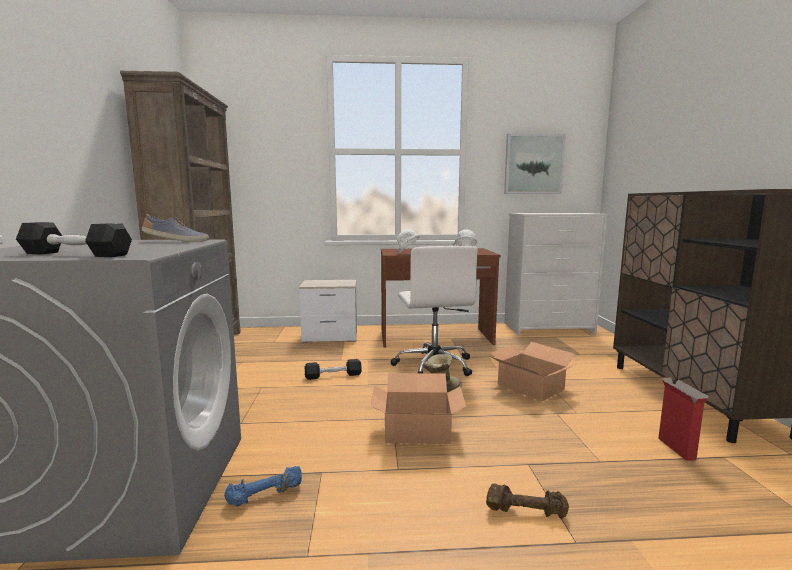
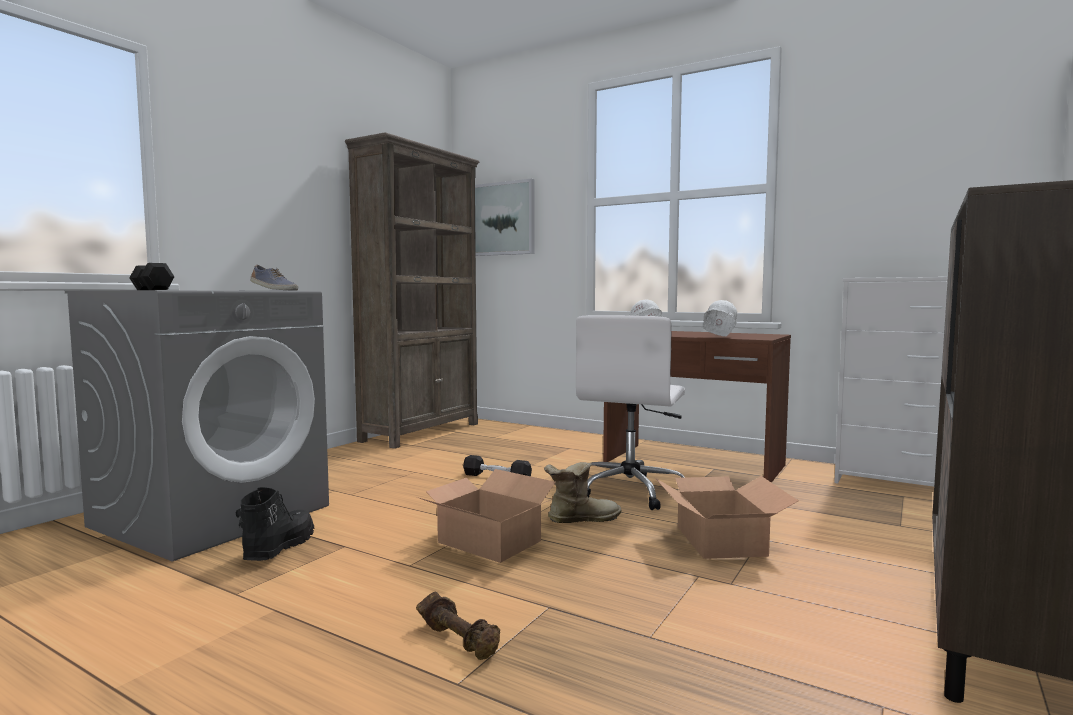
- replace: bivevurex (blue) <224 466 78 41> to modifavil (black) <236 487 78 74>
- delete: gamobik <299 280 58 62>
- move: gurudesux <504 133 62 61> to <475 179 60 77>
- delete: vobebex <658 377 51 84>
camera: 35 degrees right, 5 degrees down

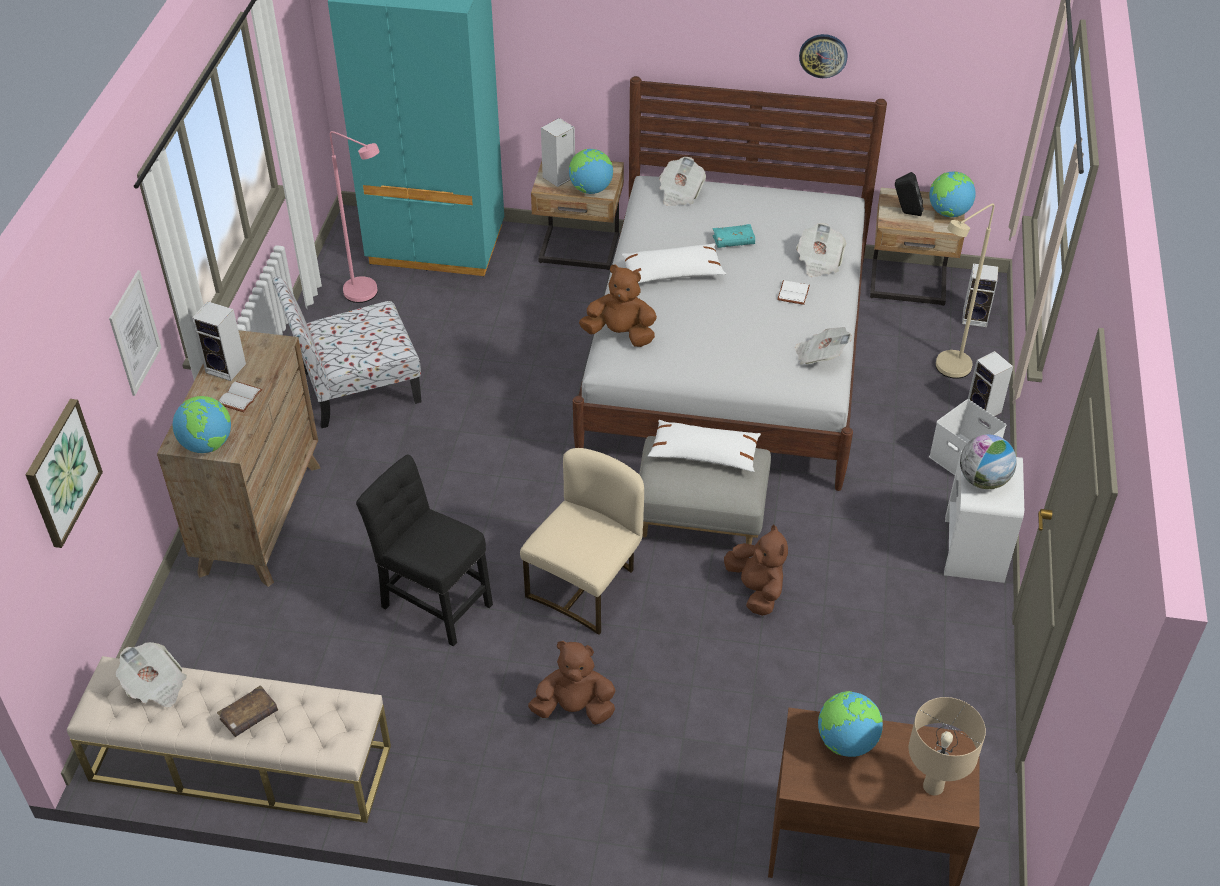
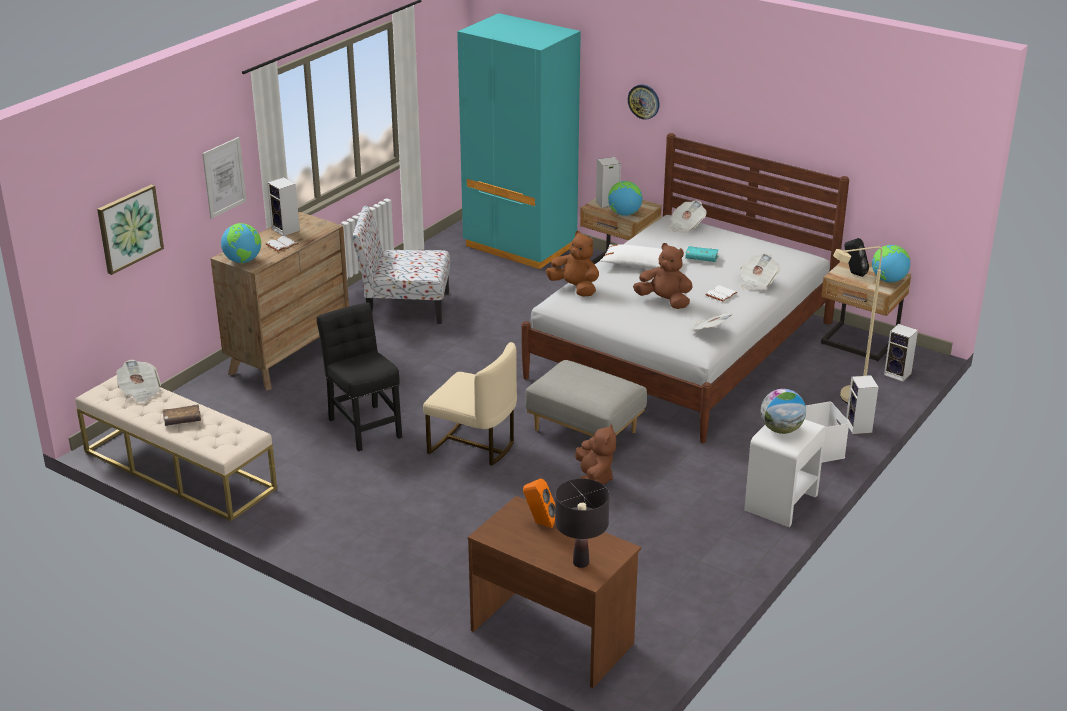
- delete: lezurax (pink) <330 131 50 172>
- rotate: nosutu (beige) <520 448 124 187> = <423 342 94 124> 60 degrees clockwise
- move: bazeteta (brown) <528 641 87 84> to <633 243 60 66>
- delete: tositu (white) <648 420 113 52>
- move: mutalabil <799 34 48 44> to <628 84 32 36>
- replace: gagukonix <818 691 65 66> to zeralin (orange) <523 478 32 50>
- recolor: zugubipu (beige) <909 697 77 99> to zugubipu (black) <555 479 55 89>
camera: 25 degrees right, 15 degrees down

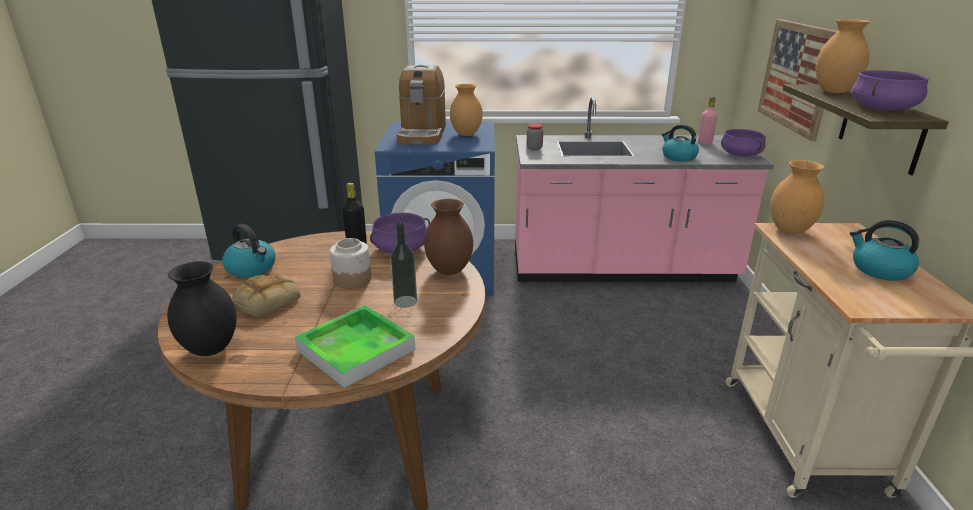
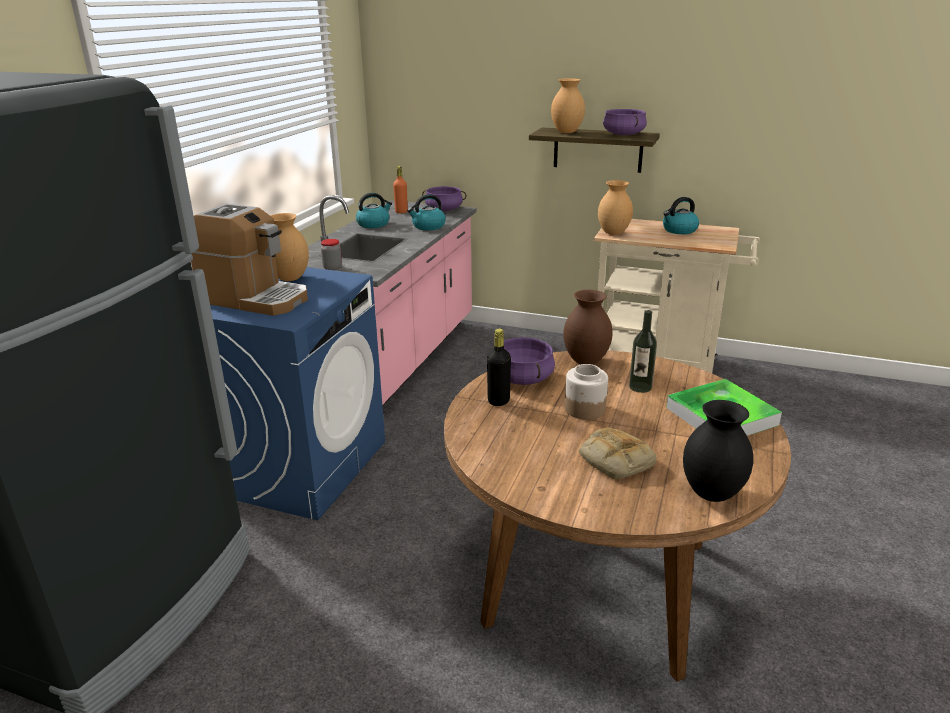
- move: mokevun <222 224 54 54> to <356 193 36 35>
- recolor: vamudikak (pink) <698 97 20 48> to vamudikak (orange) <393 166 15 47>
- delete: gurudesux <758 19 79 122>
camera: 70 degrees left, 0 degrees up

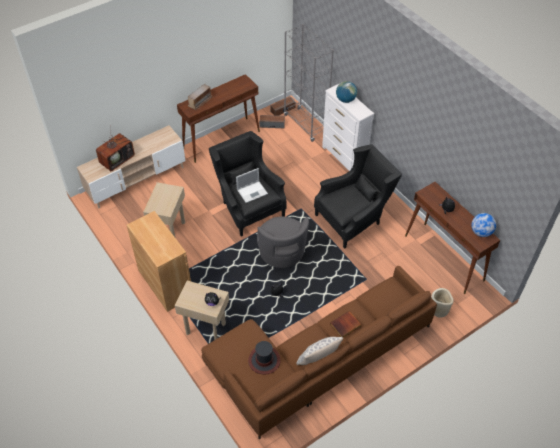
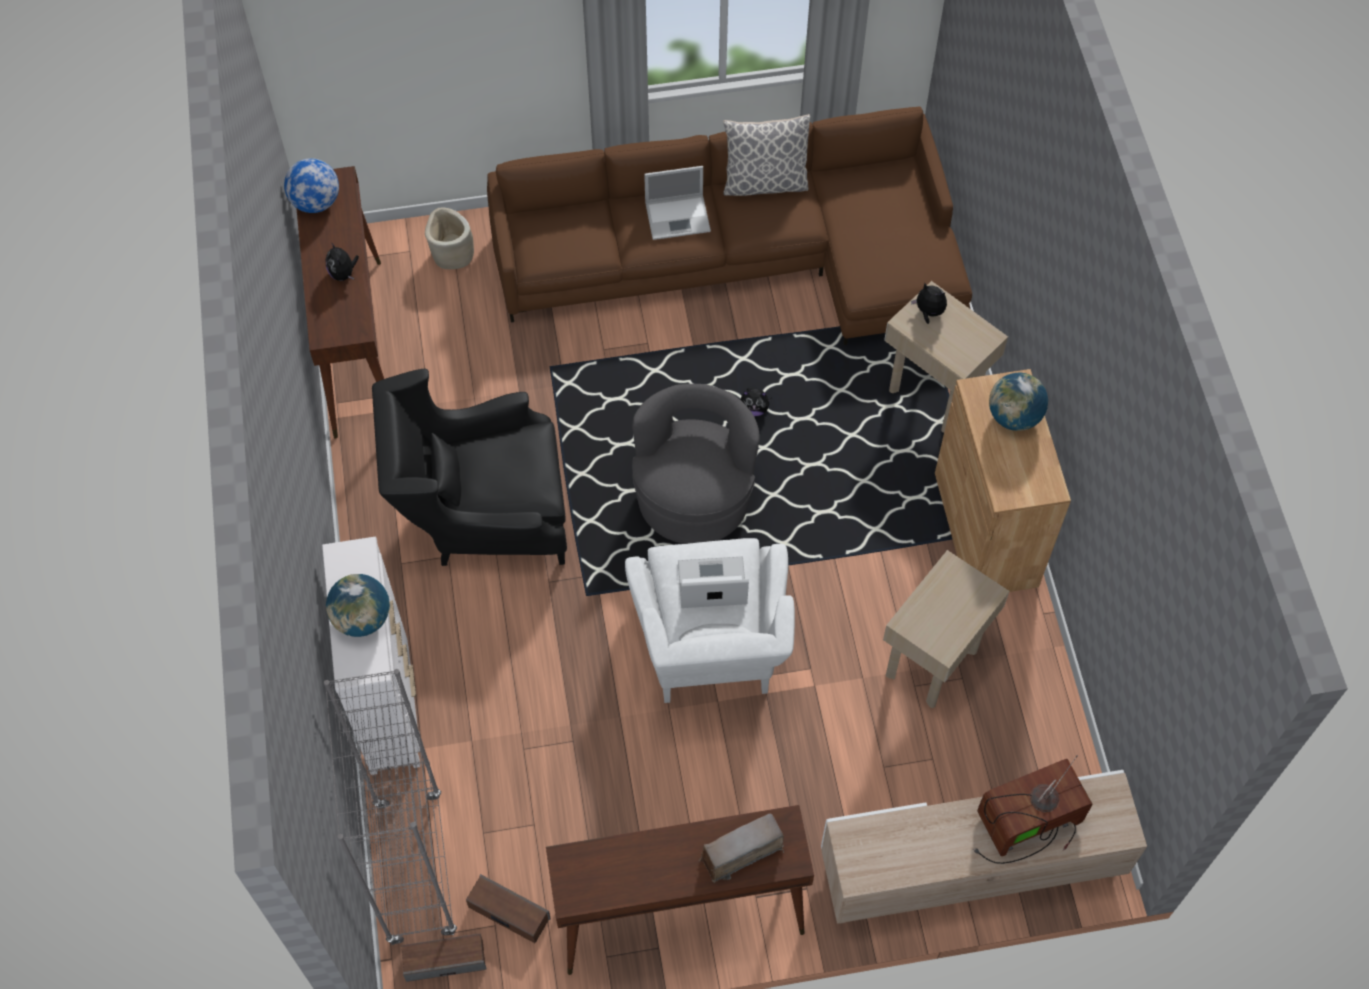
- recolor: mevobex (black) <209 131 78 105> to mevobex (white) <625 538 170 165>
- delete: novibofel <248 341 32 34>
- replace: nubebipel <330 311 32 27> to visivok <644 166 67 74>
- insert: gagukonix <989 373 59 58>
camera: 155 degrees left, 10 degrees up

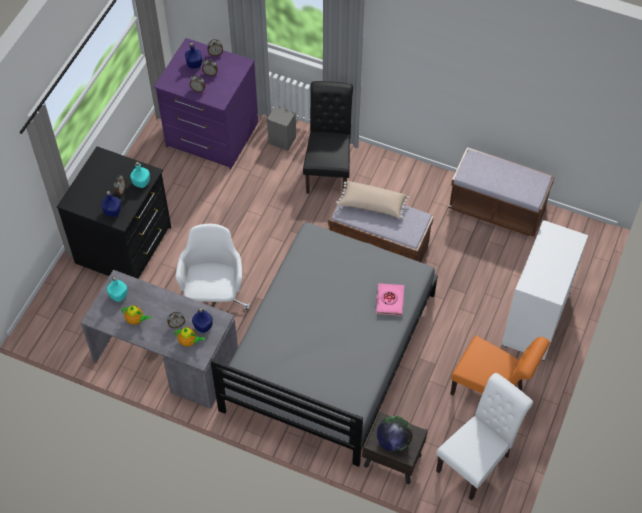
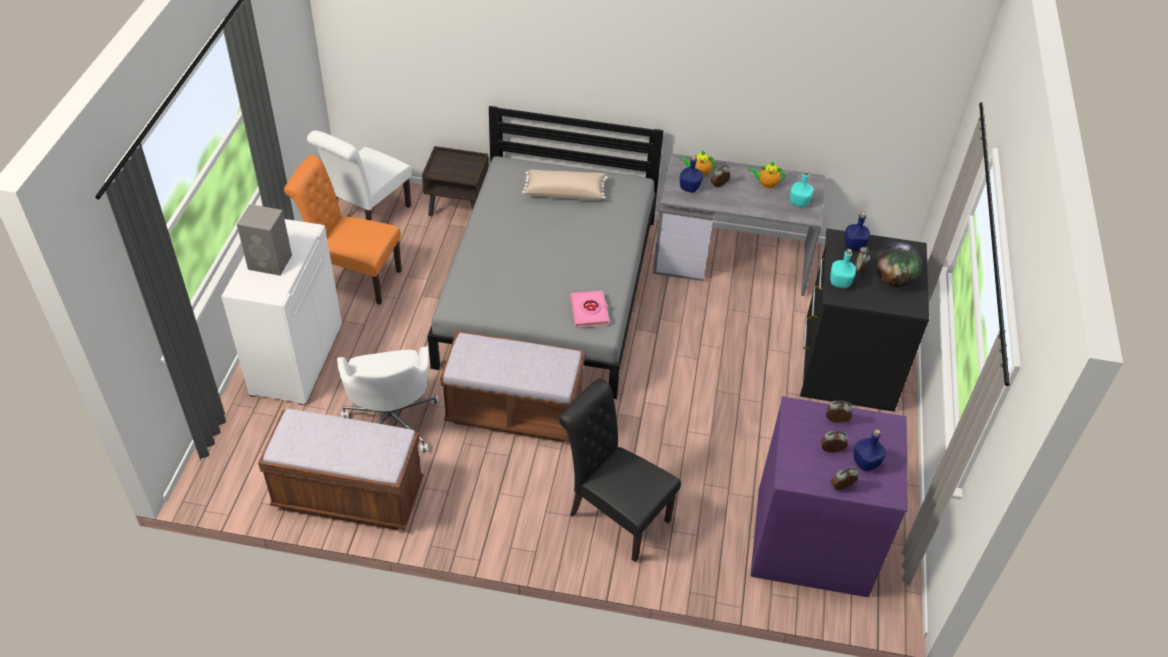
- move: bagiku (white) <176 224 73 86> to <337 346 102 107>
- move: zeralin (grey) <267 106 29 45> to <237 204 55 72>
- rotate: nosutu (black) <303 81 50 113> = <559 378 122 184> 135 degrees clockwise
- move: tositu (beige) <336 181 73 38> to <522 170 86 30>
- move: nubebipel (pink) <376 283 28 33> to <570 291 39 37>
- move: gagukonix <377 416 36 36> to <876 242 47 45>
camera: 165 degrees right, 10 degrees down

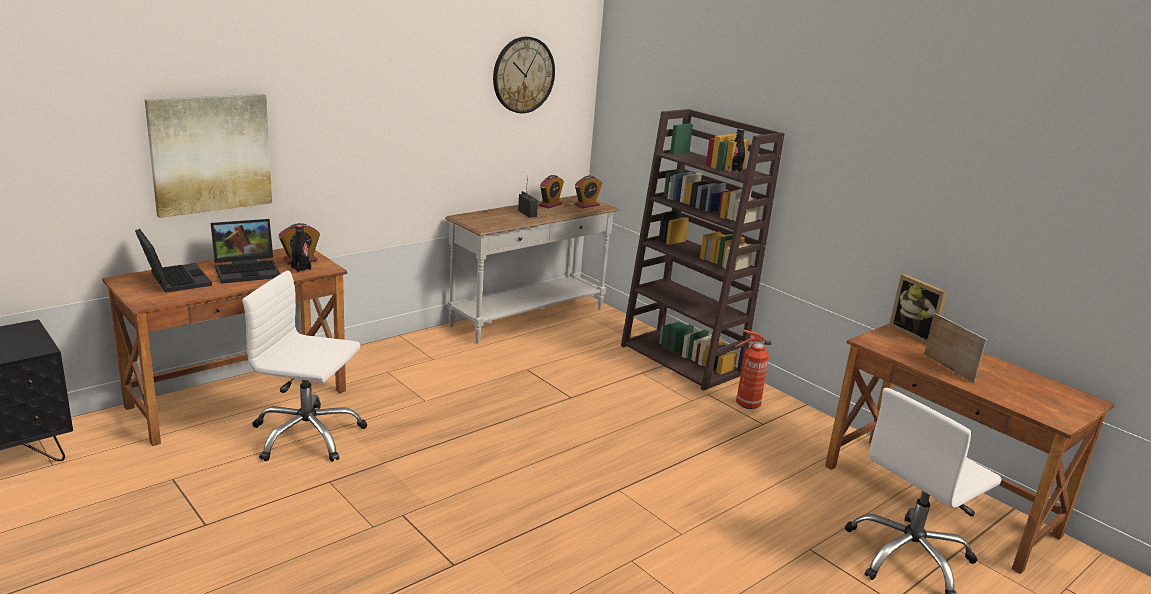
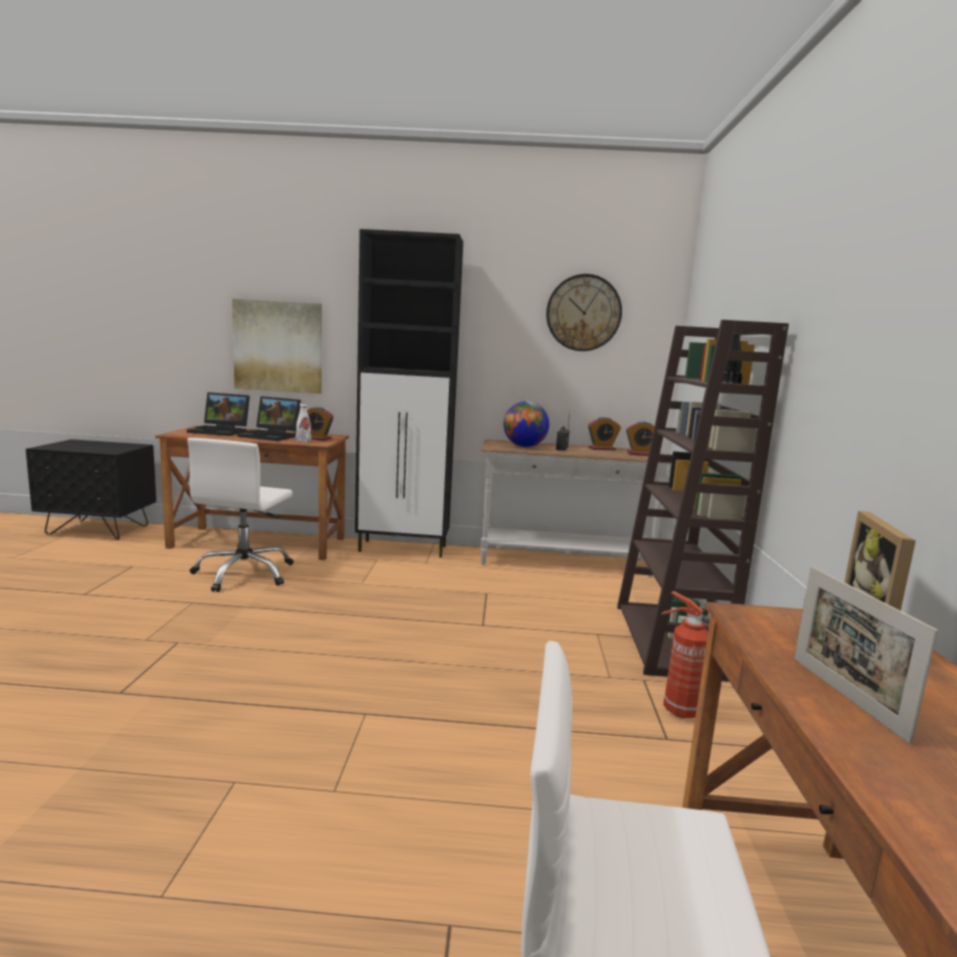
- rotate: visivok <135 229 77 64> = <187 392 63 44> 90 degrees clockwise
- rotate: bagiku (white) <242 270 125 192> = <187 438 107 154> 135 degrees counterclockwise
- recolor: vamudikak (black) <291 225 20 47> to vamudikak (white) <295 403 17 39>
- rotate: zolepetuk <924 313 63 70> = <794 567 144 177> 150 degrees clockwise
- insert: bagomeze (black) <355 229 108 329>
- insert: gagukonix <504 401 45 46>
camera: 45 degrees right, 10 degrees down

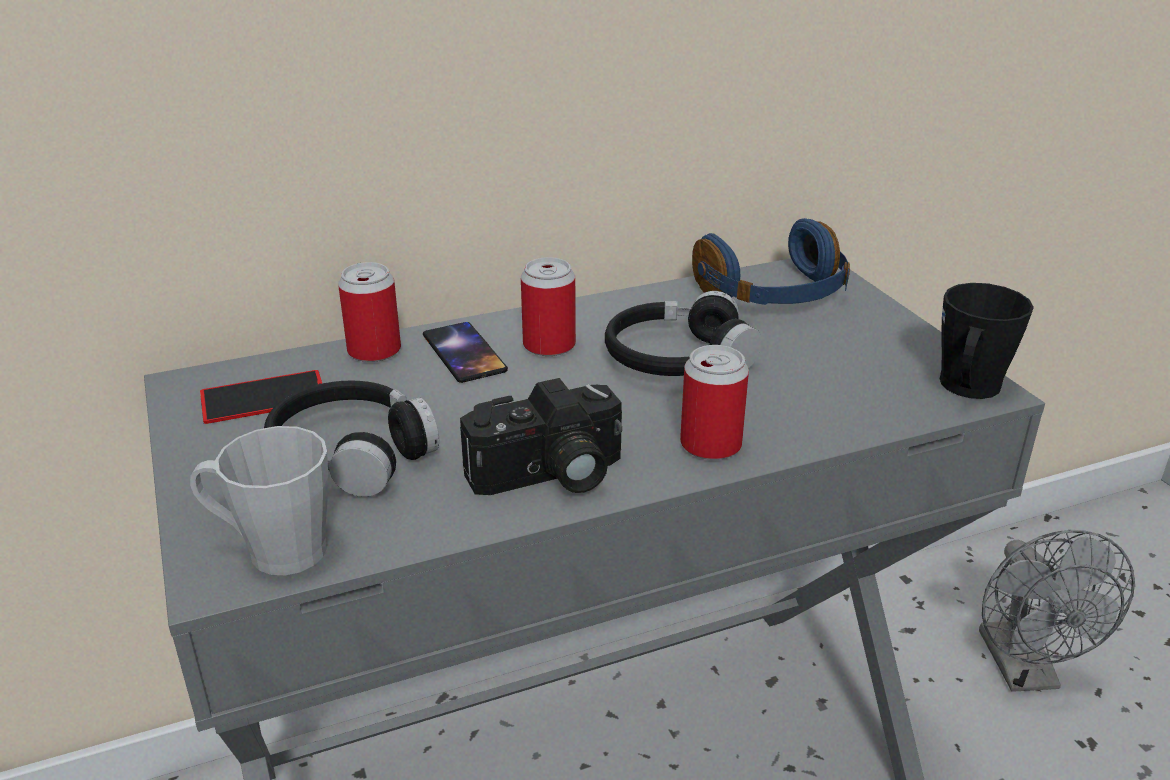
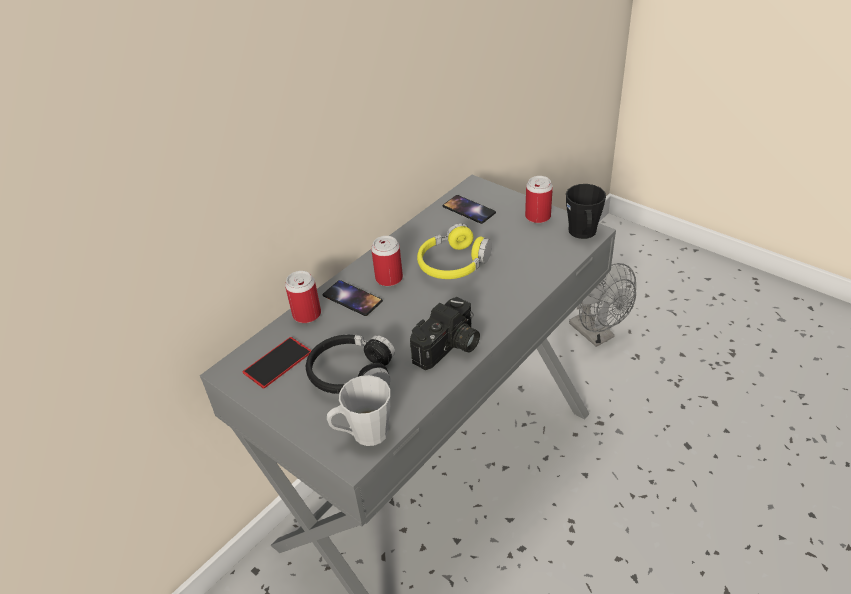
- recolor: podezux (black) <605 291 157 85> to podezux (yellow) <417 223 75 56>
- move: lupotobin <680 345 69 115> to <525 176 28 47>
- replace: podezux (blue) <692 218 158 87> to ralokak <443 195 53 29>
camera: 25 degrees left, 10 degrees up

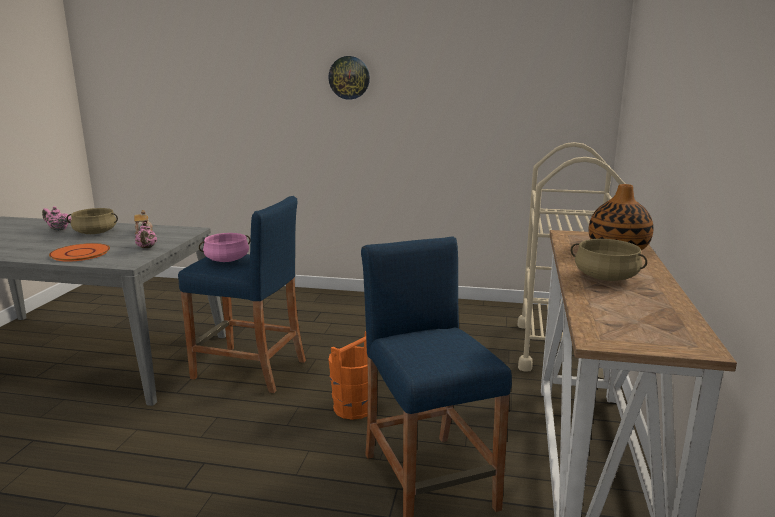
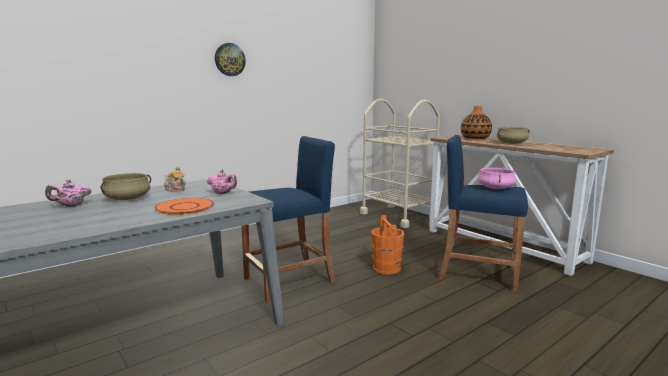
- move: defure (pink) <199 233 51 29> to <478 168 38 21>
camera: 50 degrees left, 5 degrees down

